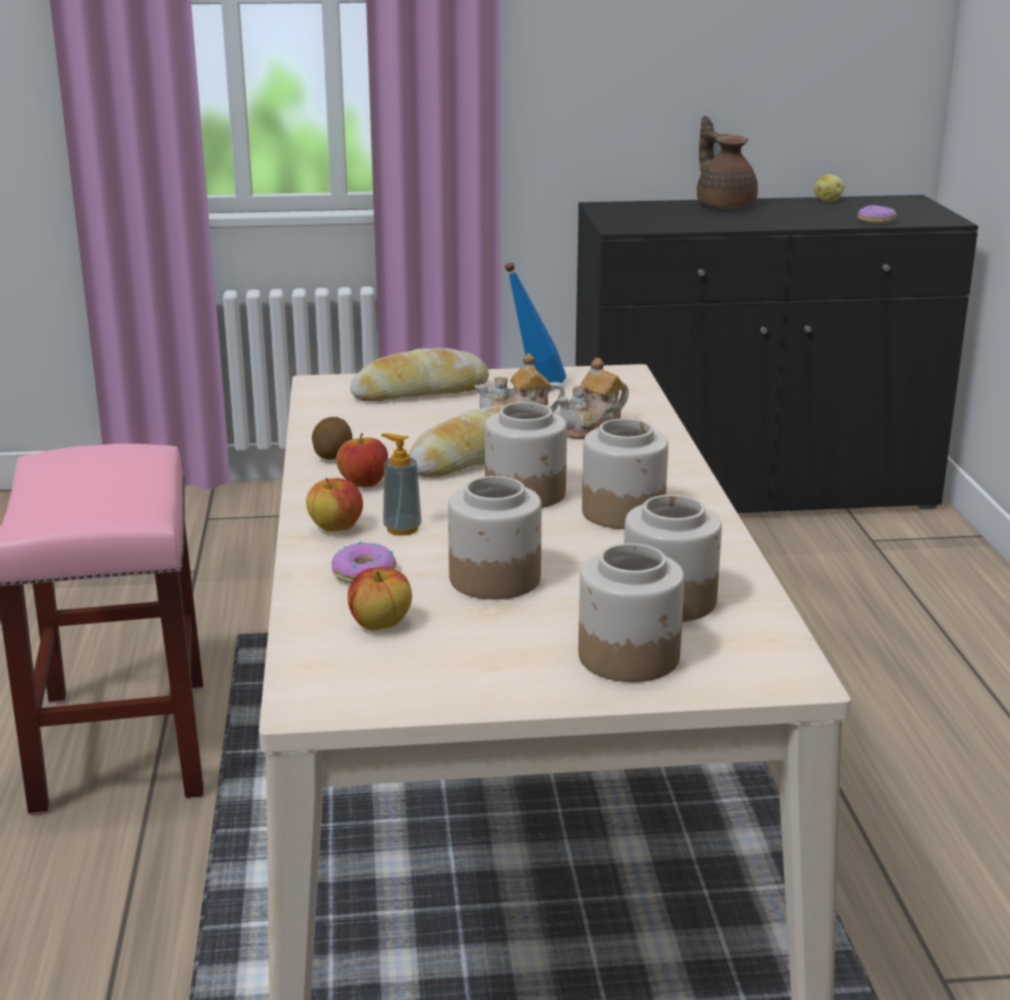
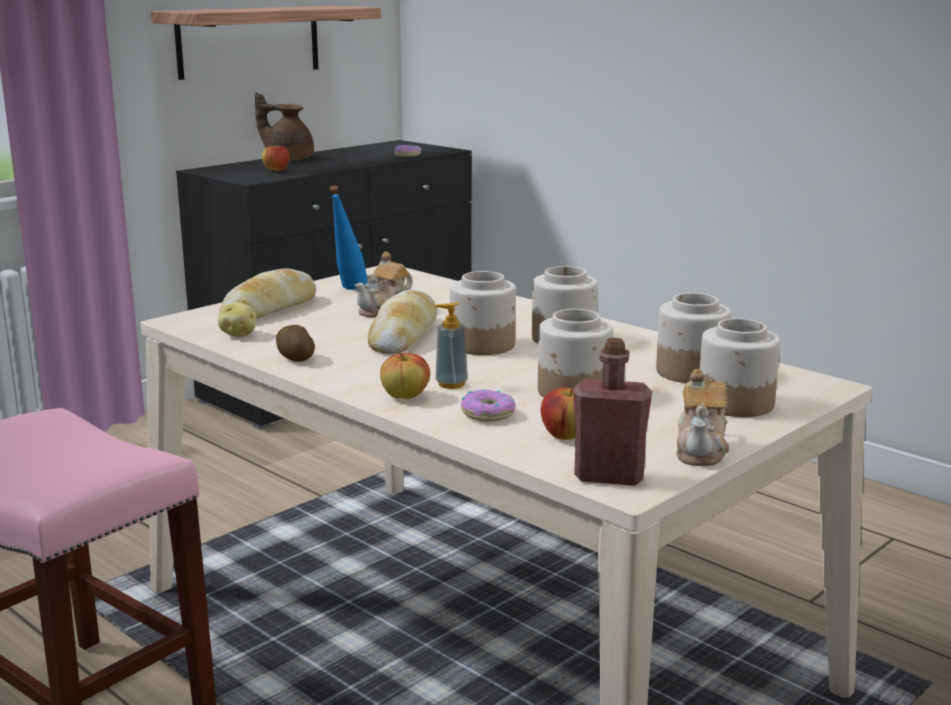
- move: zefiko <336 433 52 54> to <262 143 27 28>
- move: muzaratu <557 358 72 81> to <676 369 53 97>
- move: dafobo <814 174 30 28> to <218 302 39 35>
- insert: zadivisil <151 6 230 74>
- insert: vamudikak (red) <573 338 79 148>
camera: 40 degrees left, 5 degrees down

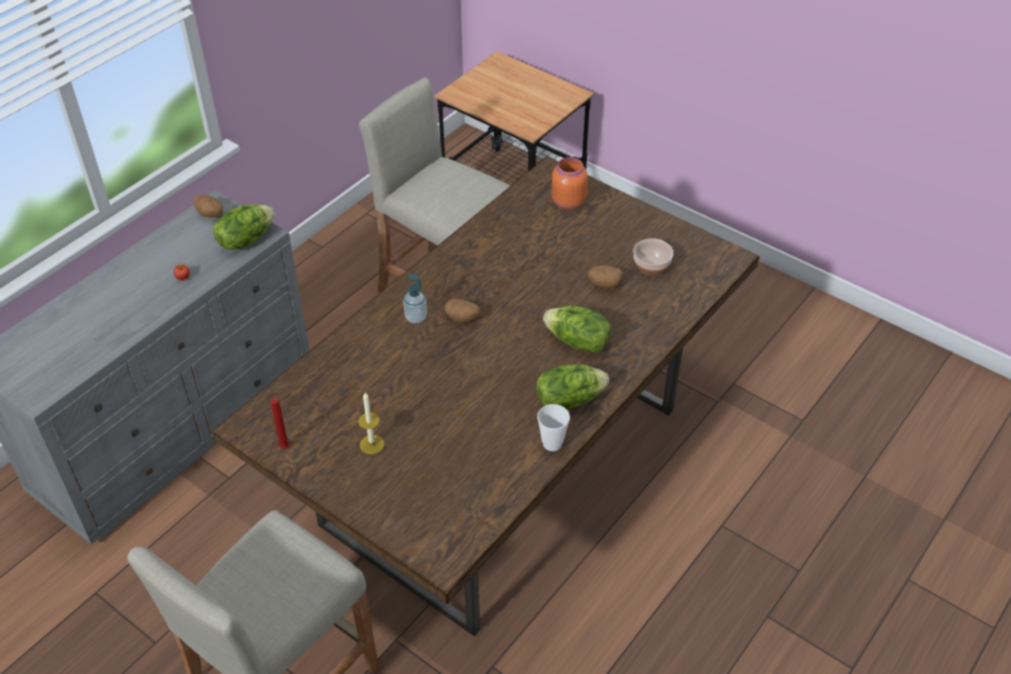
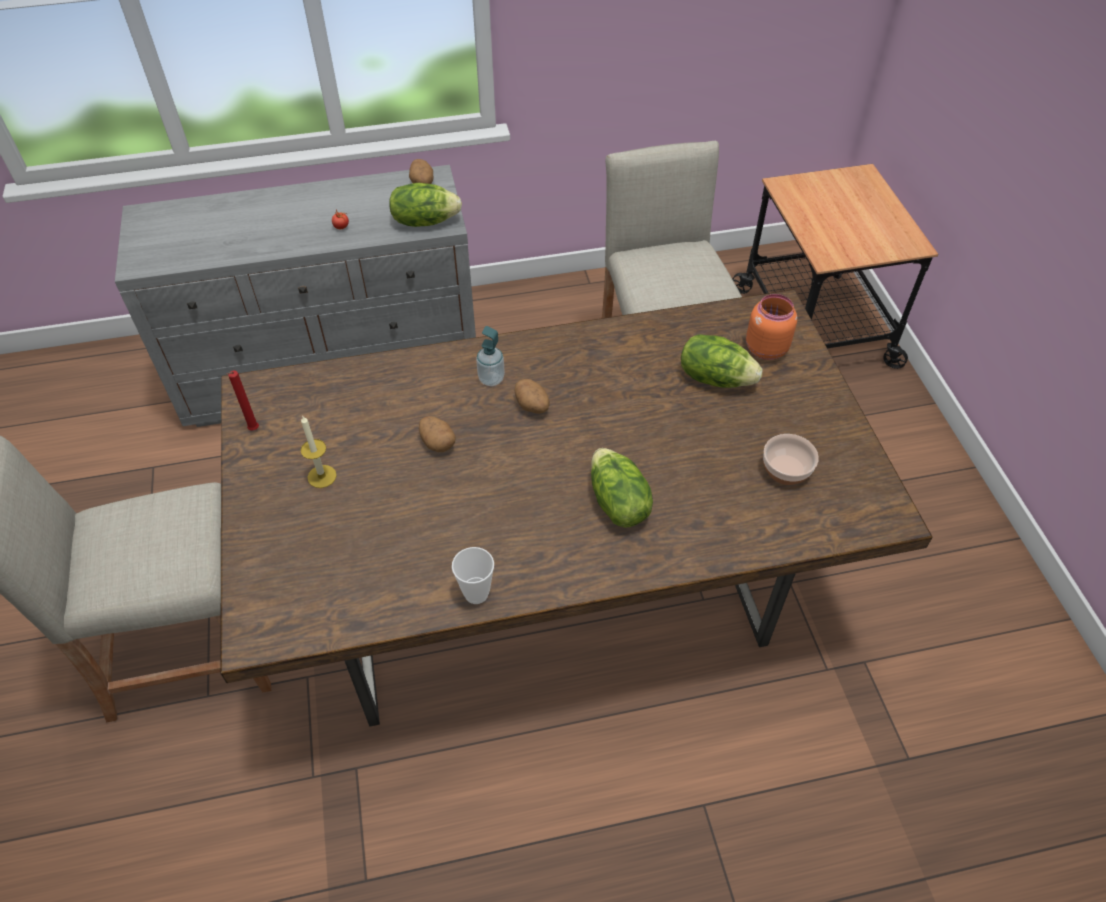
- move: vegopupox <536 364 73 45> to <681 334 82 54>
- move: dafobo <588 265 35 23> to <419 416 36 36>
camera: 40 degrees right, 5 degrees up

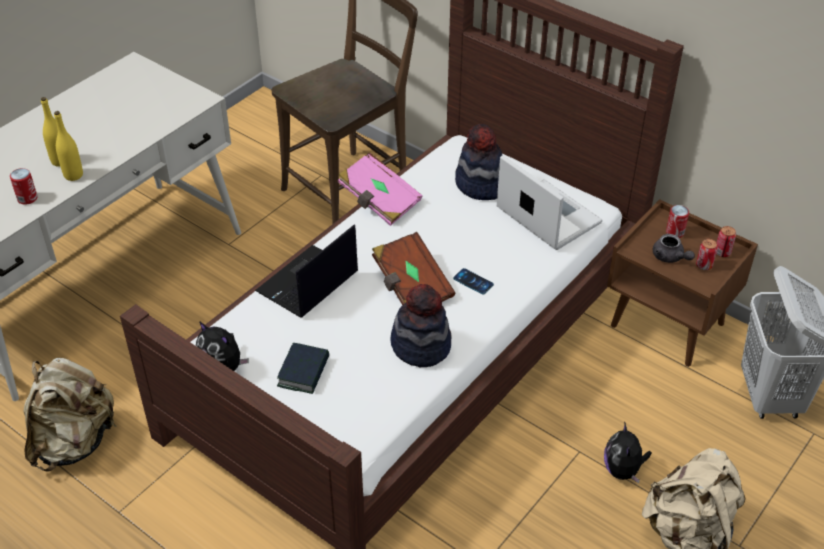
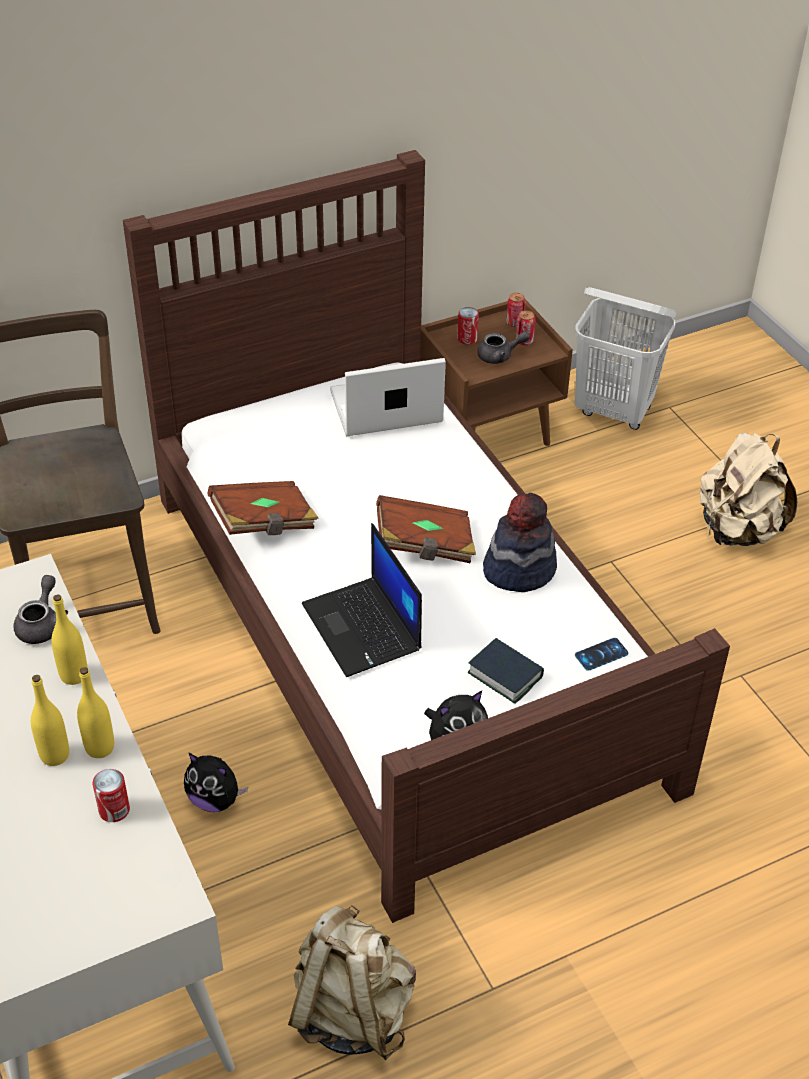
- recolor: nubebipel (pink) <337 152 86 74> to nubebipel (brown) <208 481 111 54>
- move: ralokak <453 268 41 27> to <575 638 53 33>
- delete: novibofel <455 124 47 76>
- move: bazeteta <604 422 48 61> to <184 752 64 60>
- insert: muzaratu (grey) <13 575 55 69>
- insert: vamudikak (yellow) <51 594 37 91>
camera: 65 degrees left, 0 degrees up

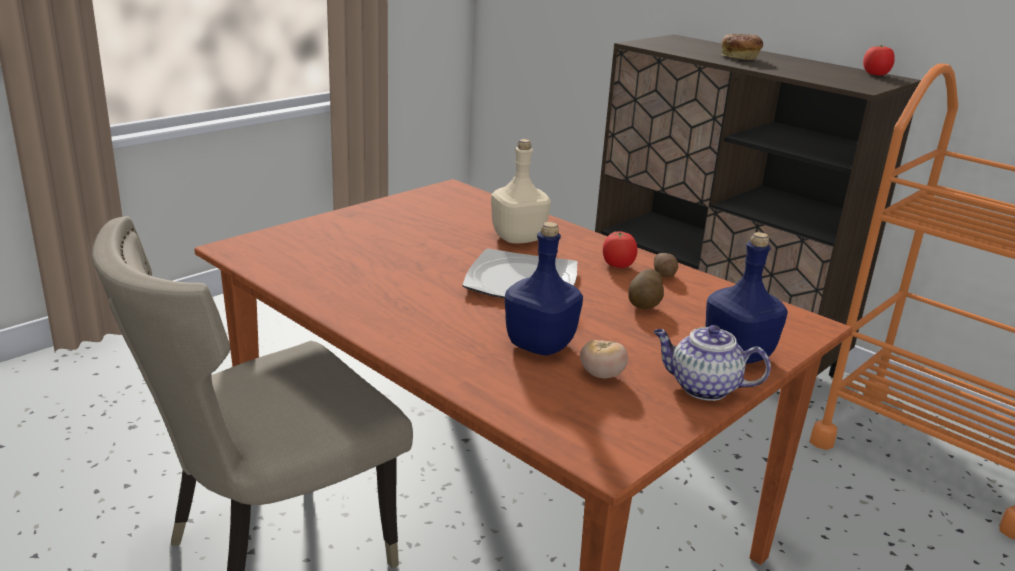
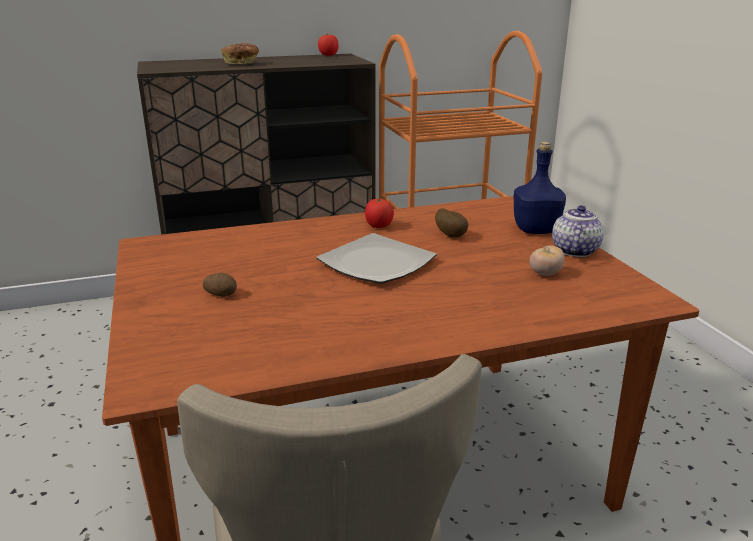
- delete: vamudikak (beige) <491 139 60 104>
- delete: vamudikak (blue) <505 222 78 134>
- rotate: muzaratu <653 325 118 76> = <552 205 52 52> 150 degrees clockwise
- move: dafobo <654 253 24 24> to <203 272 34 25>
camera: 60 degrees left, 0 degrees up

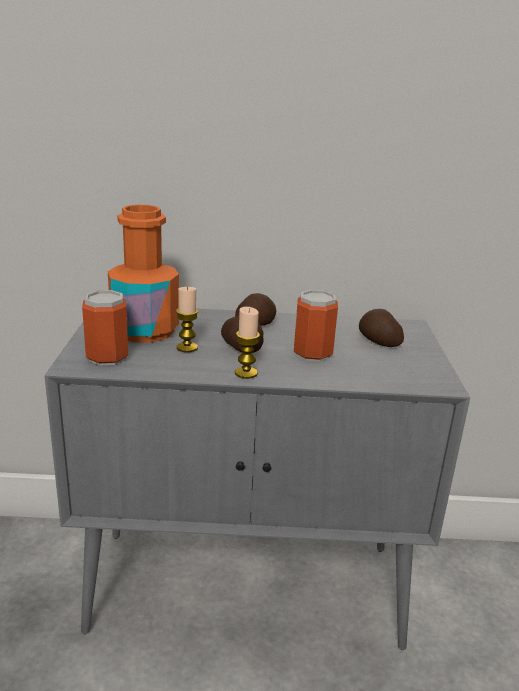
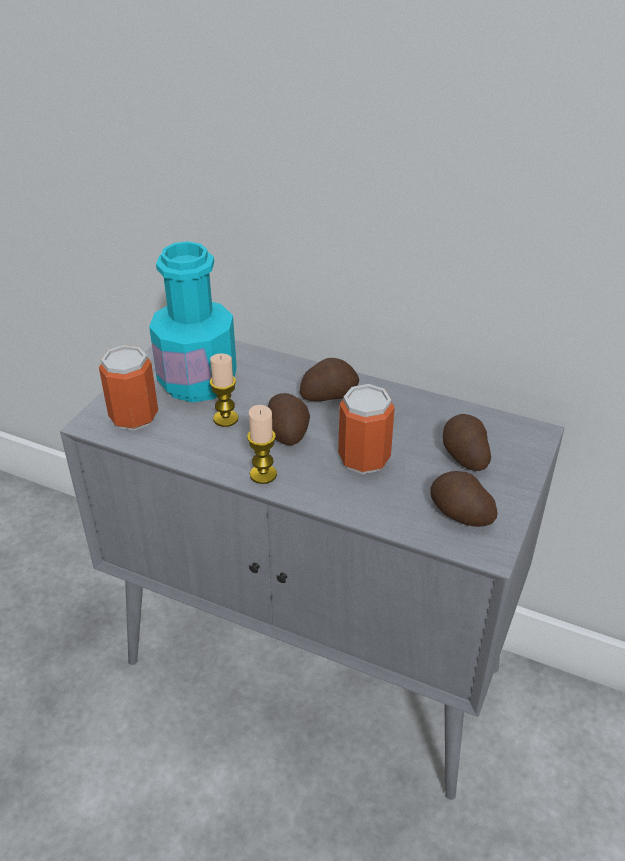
- recolor: vamudikak (orange) <108 205 71 138> to vamudikak (turquoise) <149 241 88 162>
- insert: dafobo <430 471 68 56>
camera: 25 degrees right, 15 degrees up

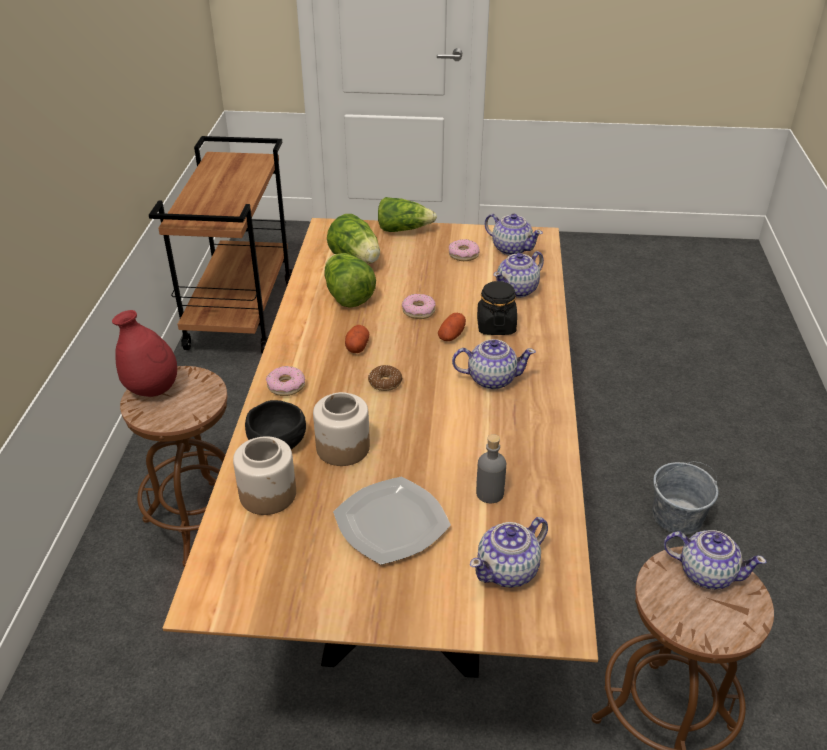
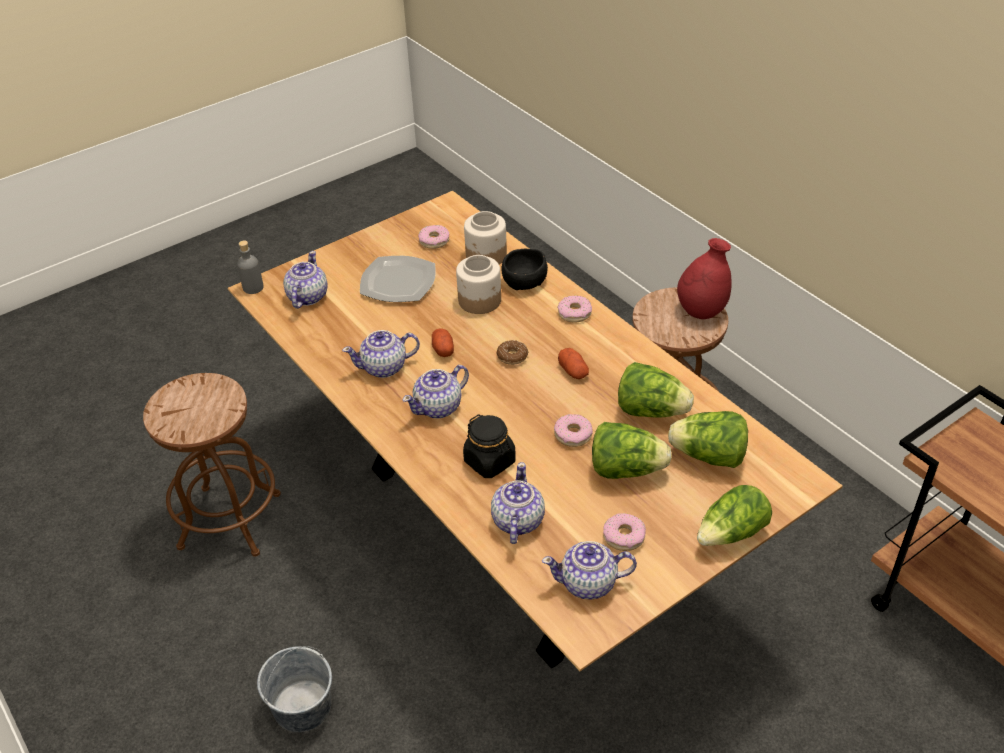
- move: dafobo <438 313 28 28> to <432 329 22 28>
- move: vamudikak (grey) <476 434 30 69> to <237 240 27 54>
- move: muzaratu <664 530 102 59> to <342 330 78 48>
- insert: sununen <418 225 31 24>
- insert: vegopupox <592 422 80 57>
camera: 140 degrees right, 5 degrees up

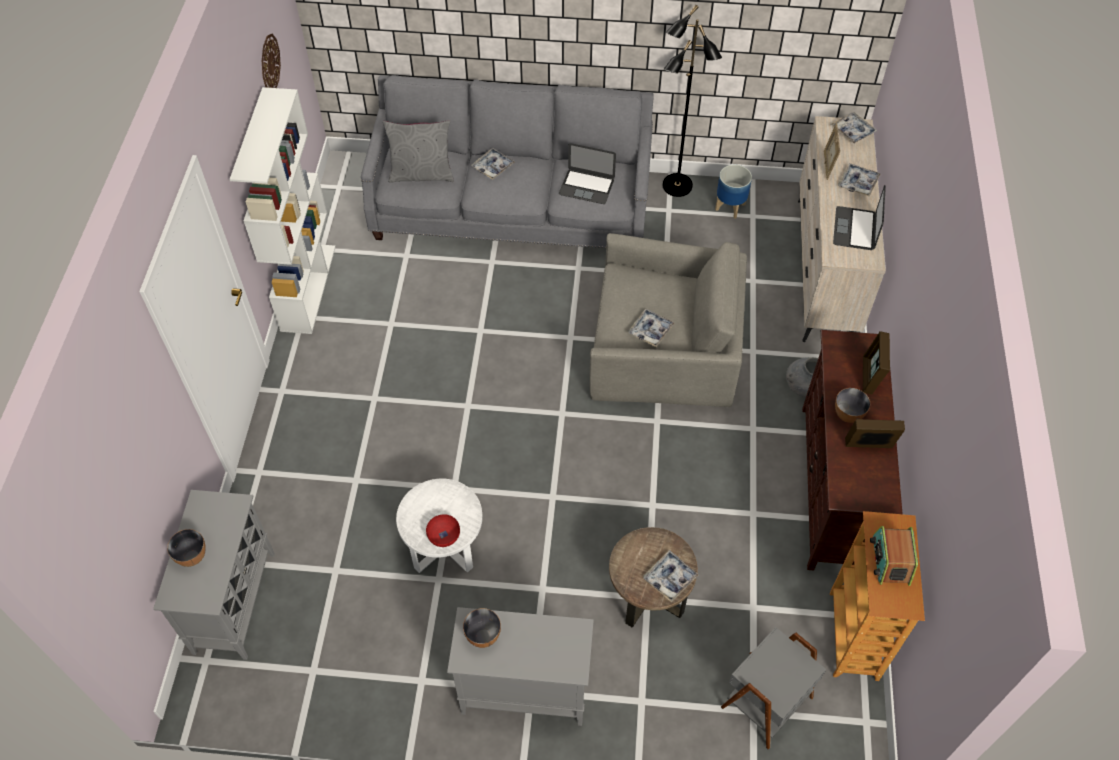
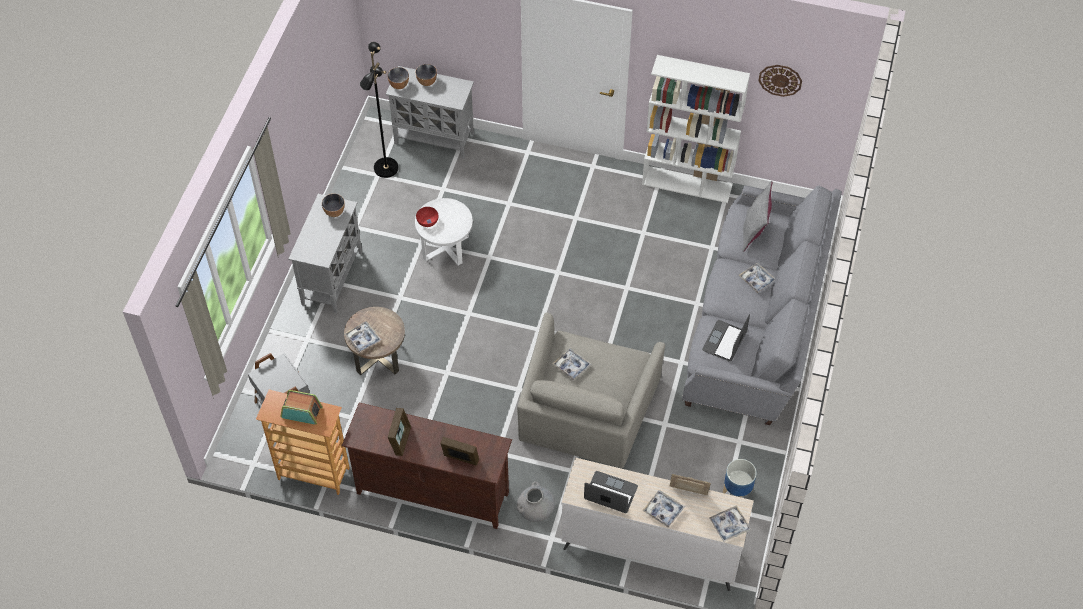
- move: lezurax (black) <663 5 59 192> to <360 42 39 136>
- move: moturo <835 388 35 35> to <387 67 22 22>
camera: 100 degrees right, 0 degrees up

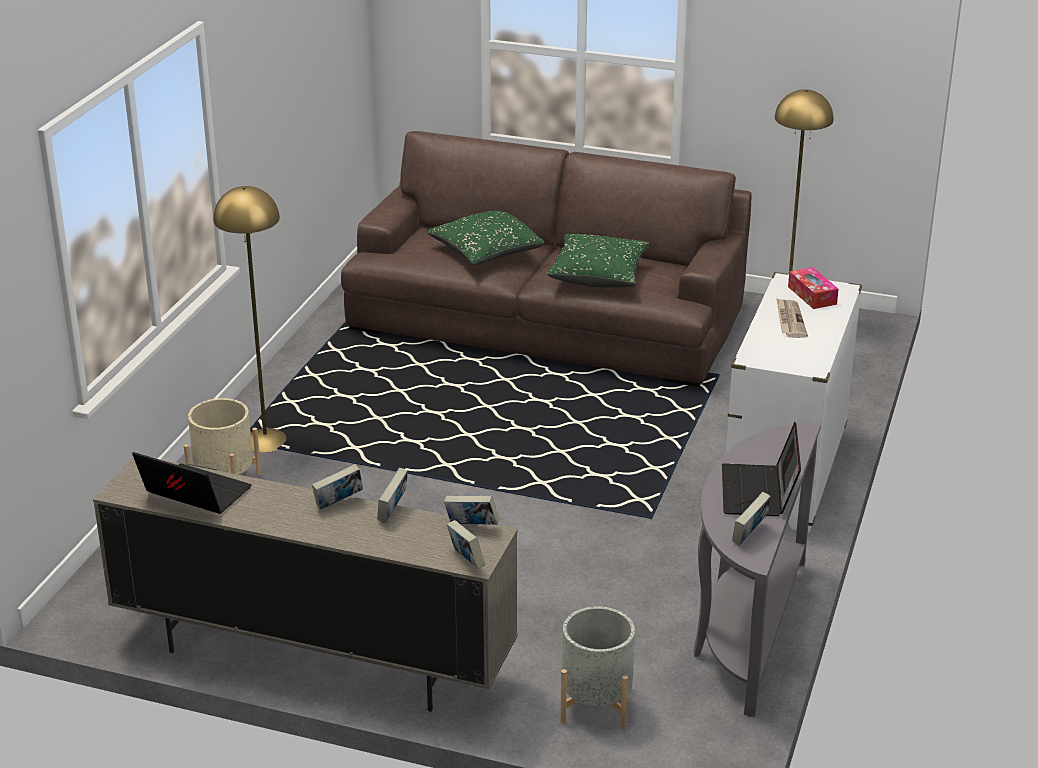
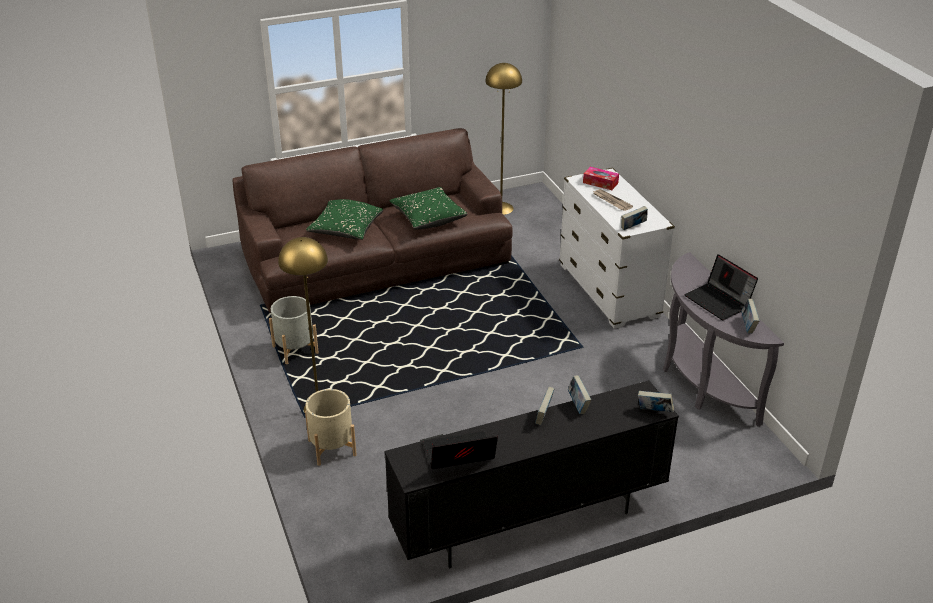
- recolor: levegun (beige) <93 457 425 255> to levegun (black) <385 380 294 188>
- move: nubebipel <444 495 55 30> to <621 206 27 24>
- move: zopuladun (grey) <560 607 75 123> to <269 296 50 68>
camera: 40 degrees left, 5 degrees up

